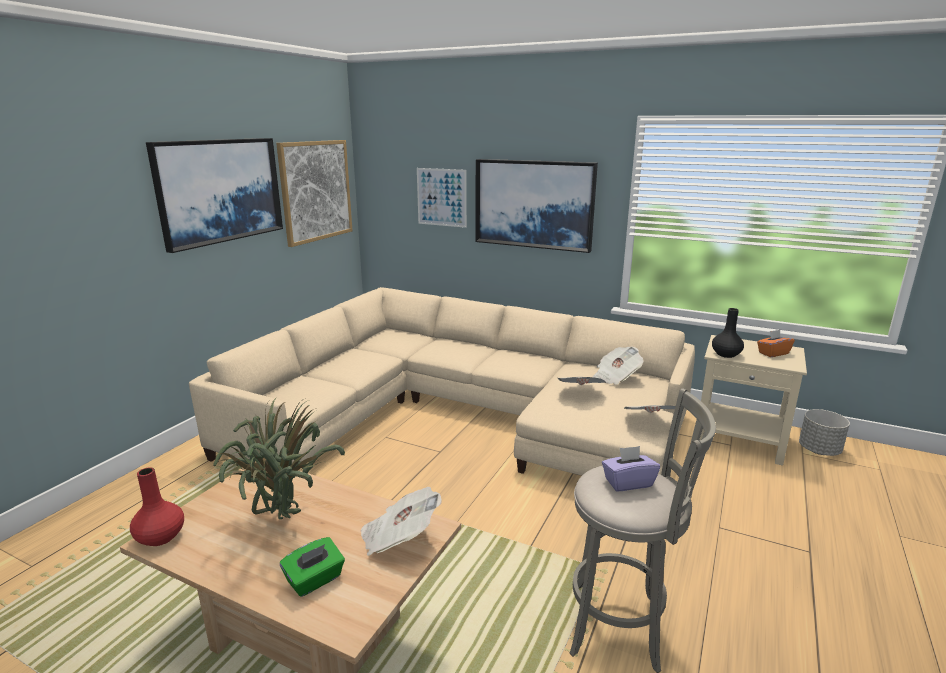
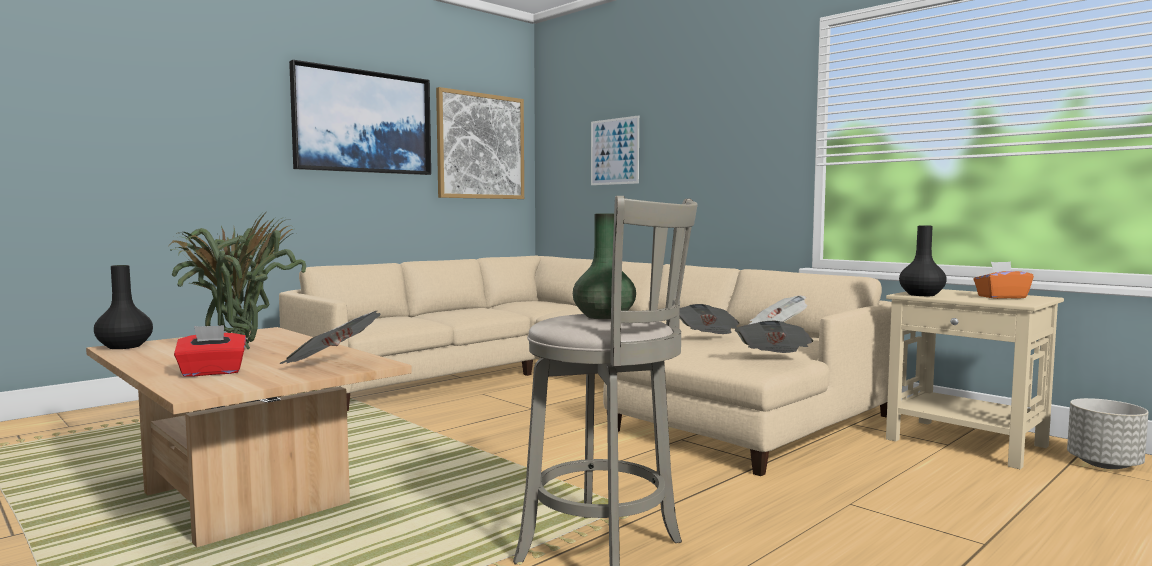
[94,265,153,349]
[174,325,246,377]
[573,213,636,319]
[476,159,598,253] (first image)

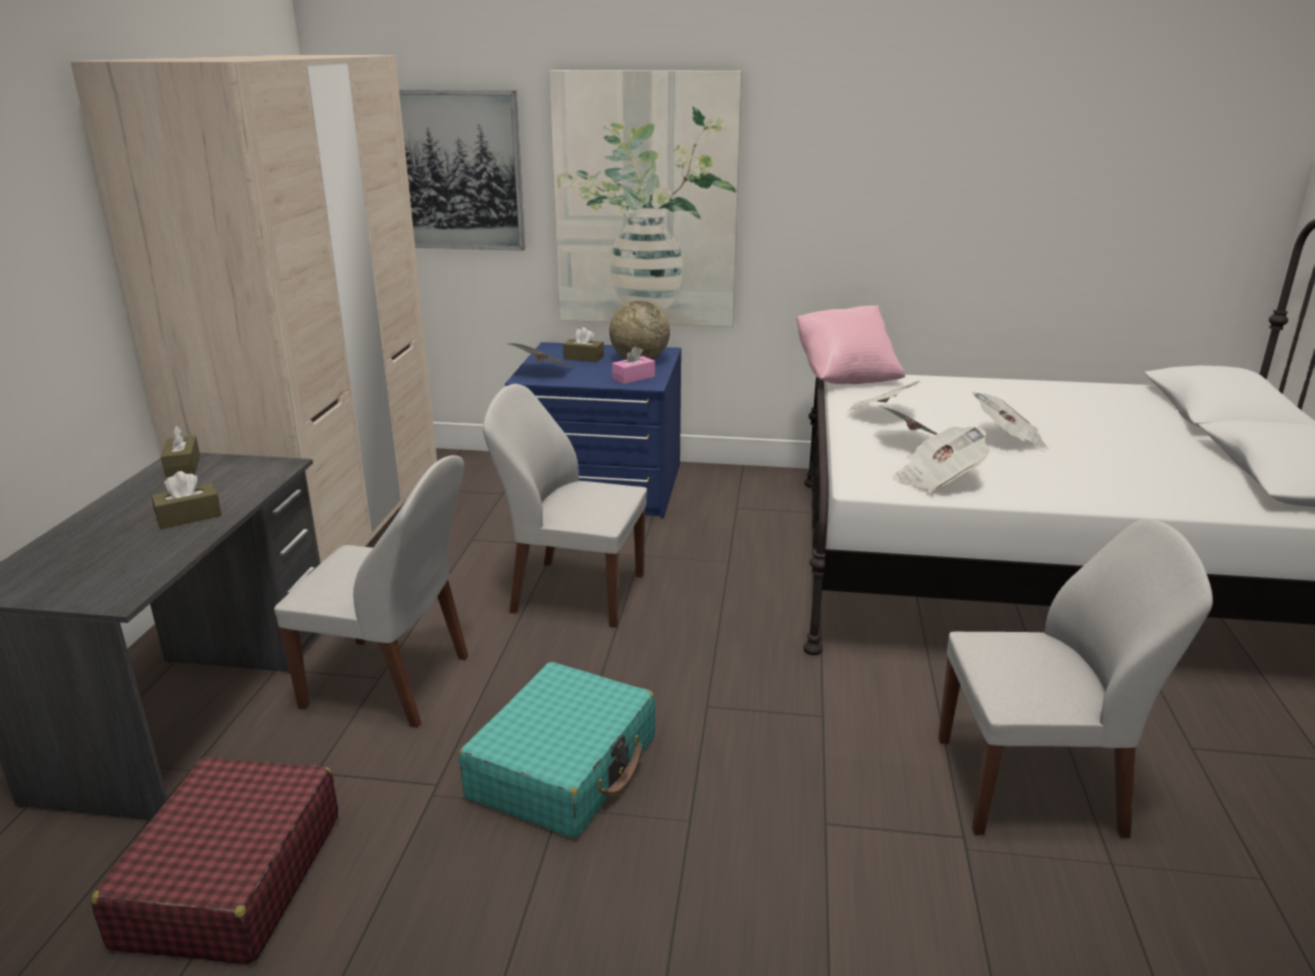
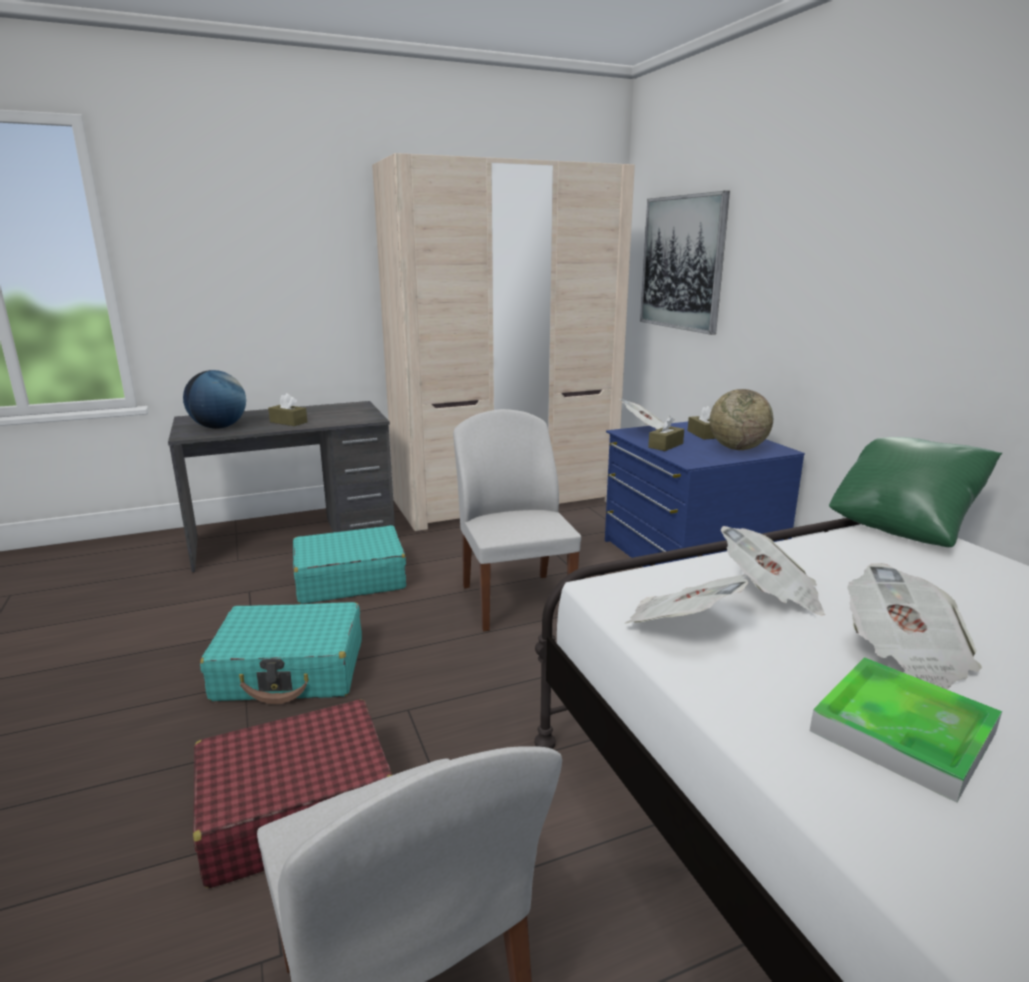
[183,370,246,429]
[193,699,392,888]
[293,525,406,604]
[648,416,684,451]
[810,657,1002,803]
[829,437,1002,547]
[549,70,742,327] (first image)
[612,346,655,384] (first image)
[846,381,921,412] (first image)

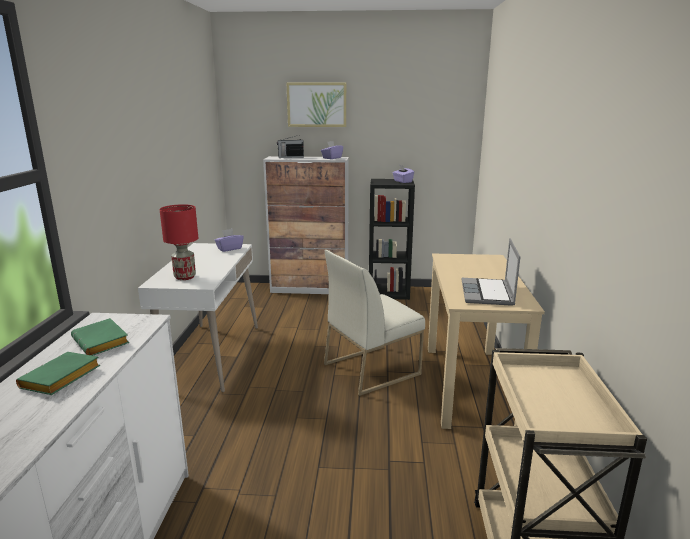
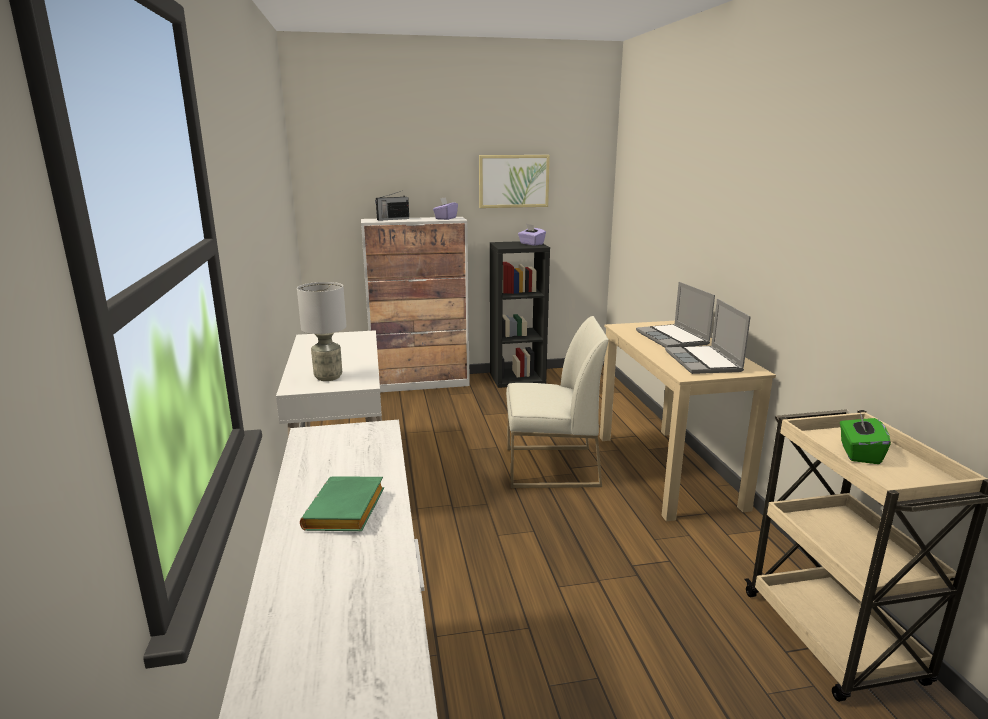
[297,282,346,381]
[479,155,550,208]
[506,316,609,488]
[636,282,715,347]
[840,410,891,464]
[71,318,129,356] (first image)
[215,229,244,252] (first image)

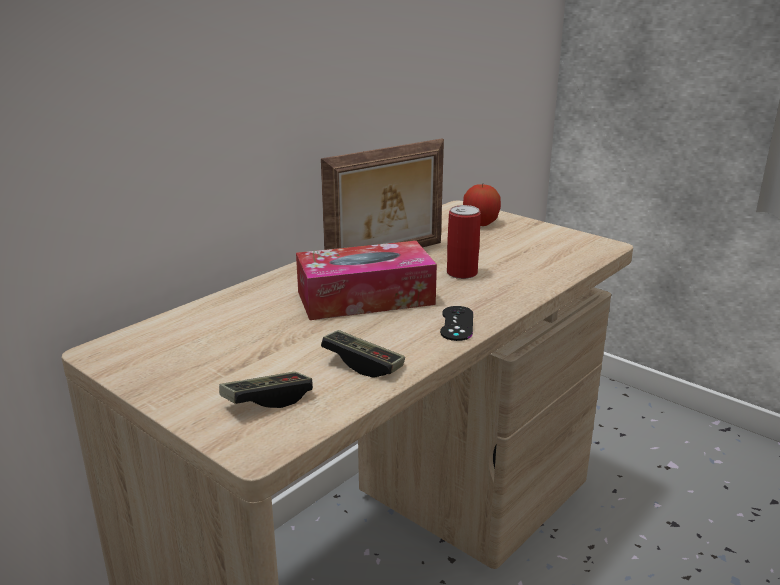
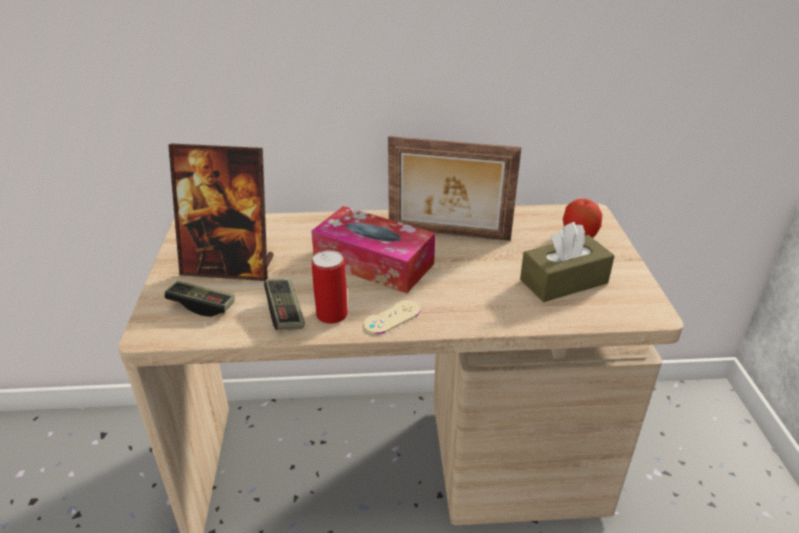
[168,143,274,281]
[312,250,348,324]
[363,300,420,334]
[520,222,615,302]

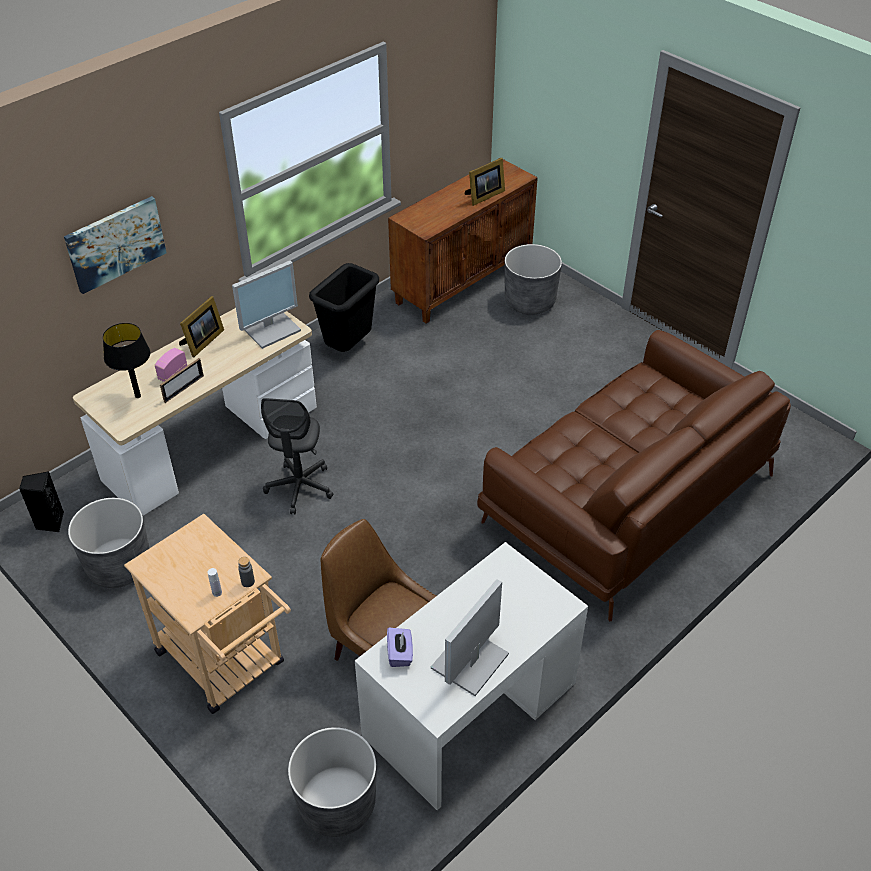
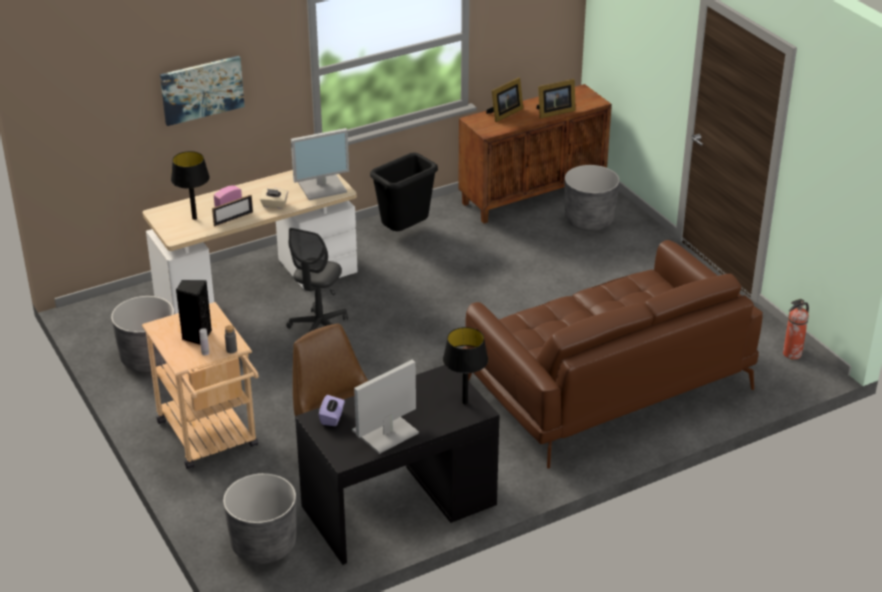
[176,280,212,345]
[260,188,288,209]
[295,365,500,565]
[443,327,488,405]
[486,77,523,122]
[783,299,809,359]

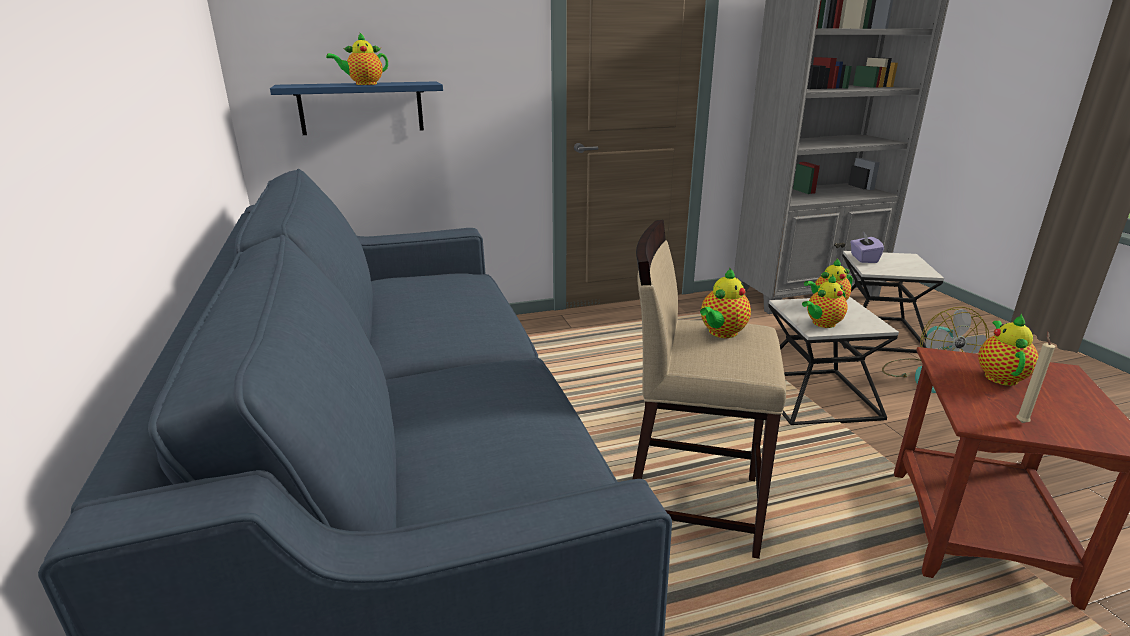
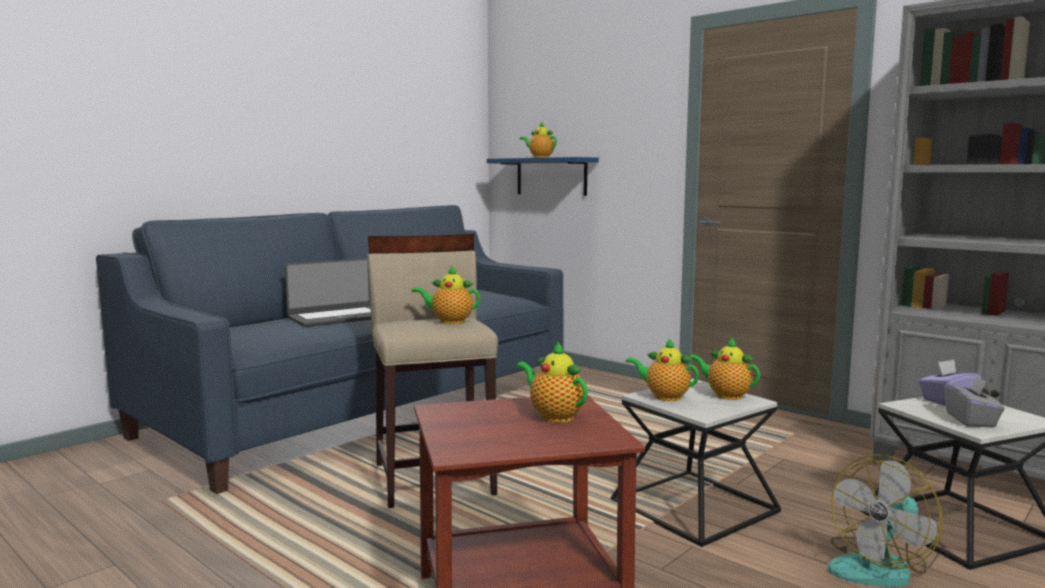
[285,258,371,327]
[517,341,588,423]
[944,376,1005,427]
[1016,332,1055,423] (first image)

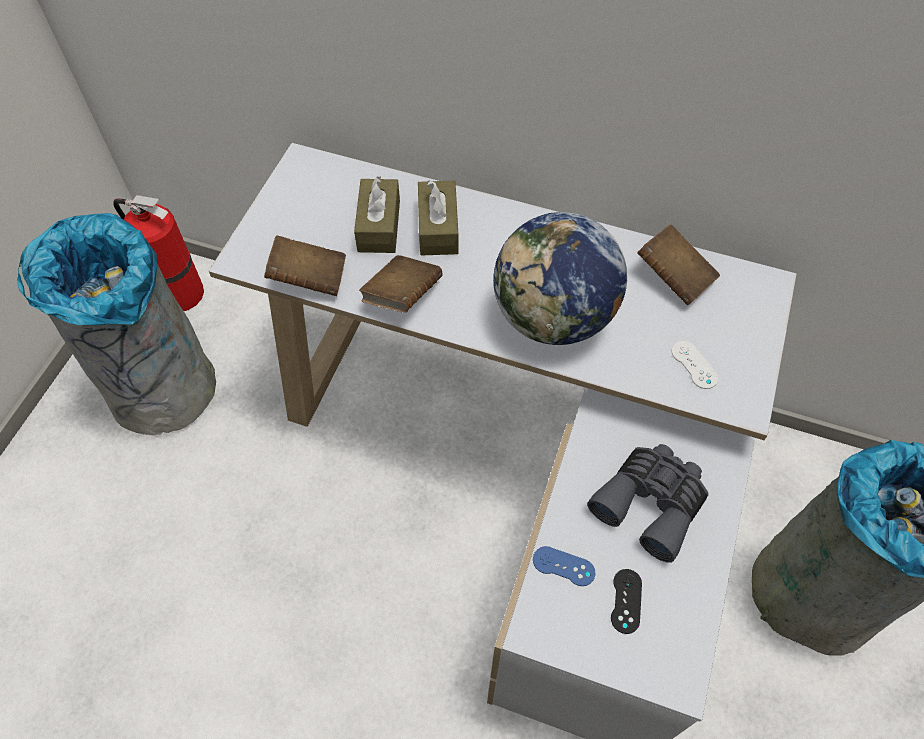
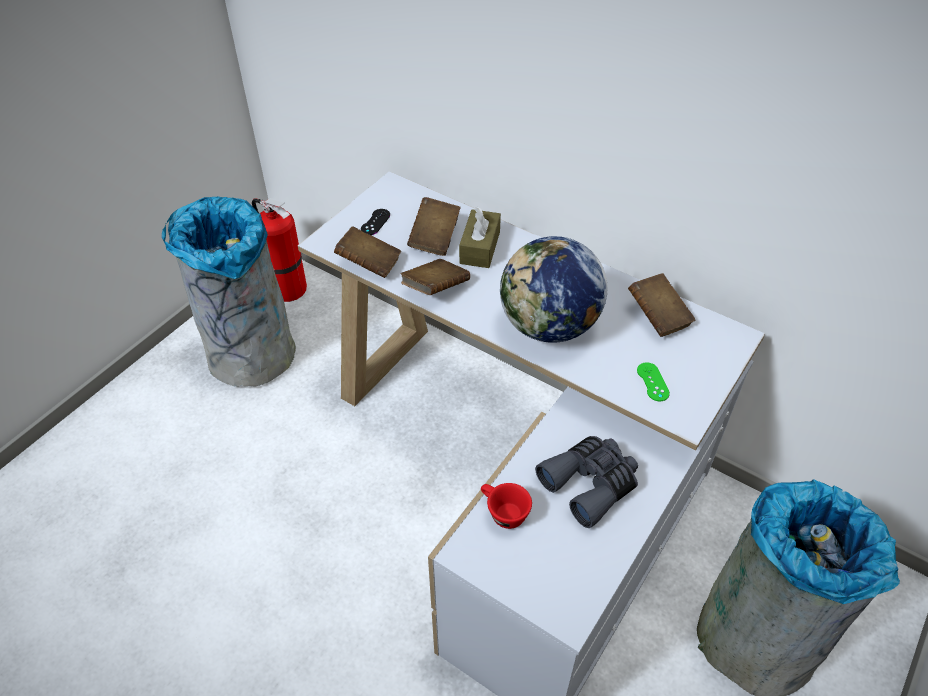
[361,209,390,235]
[407,197,461,256]
[481,483,532,529]
[637,362,670,401]

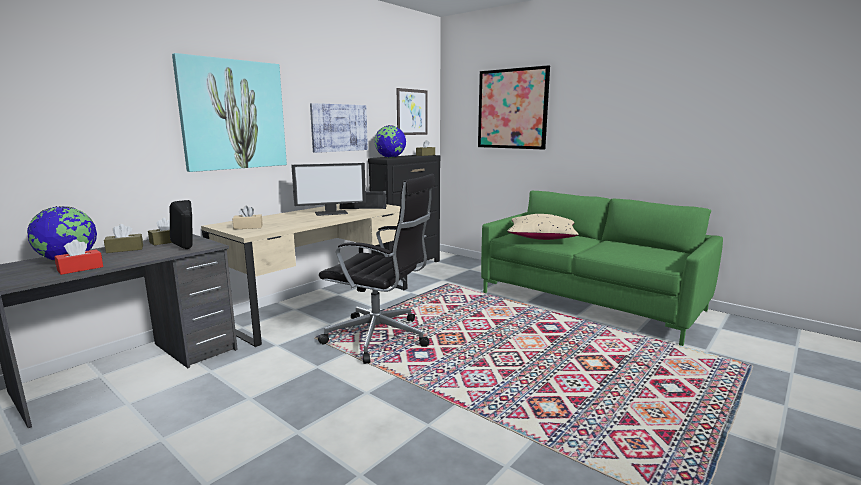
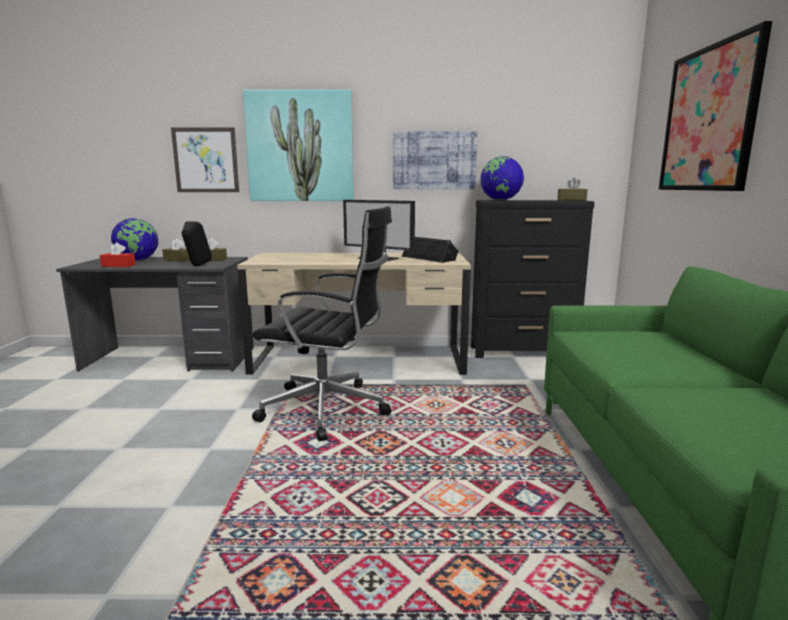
[171,127,239,192]
[252,206,392,441]
[232,206,263,230] (first image)
[508,214,579,240] (first image)

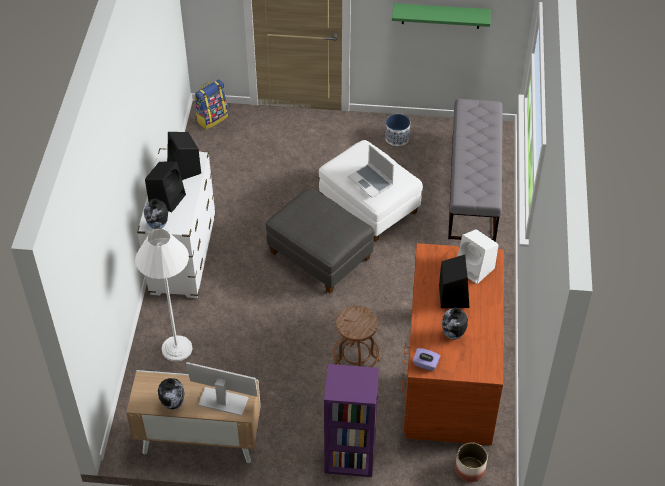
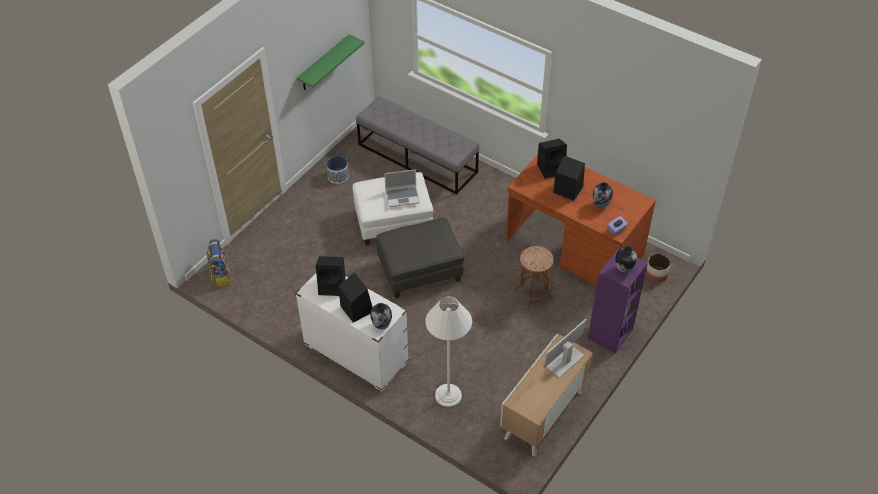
[537,139,567,179]
[616,246,637,273]

